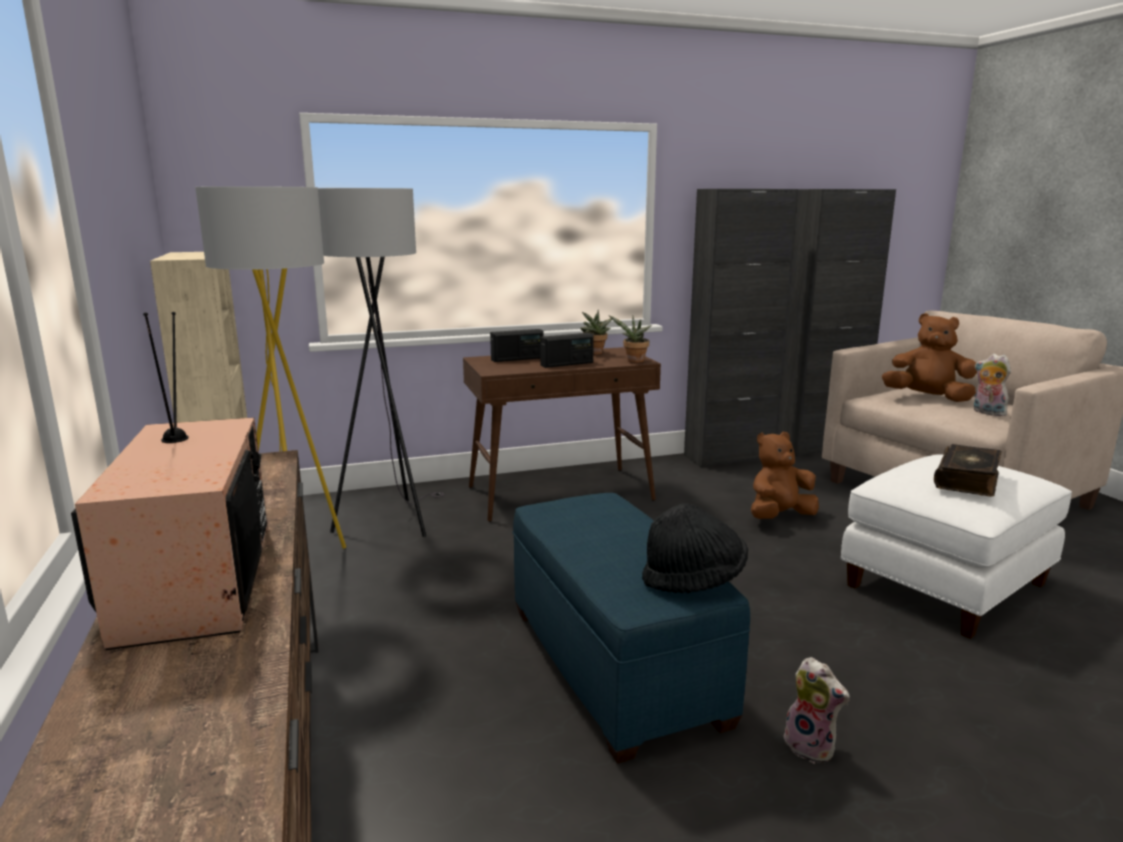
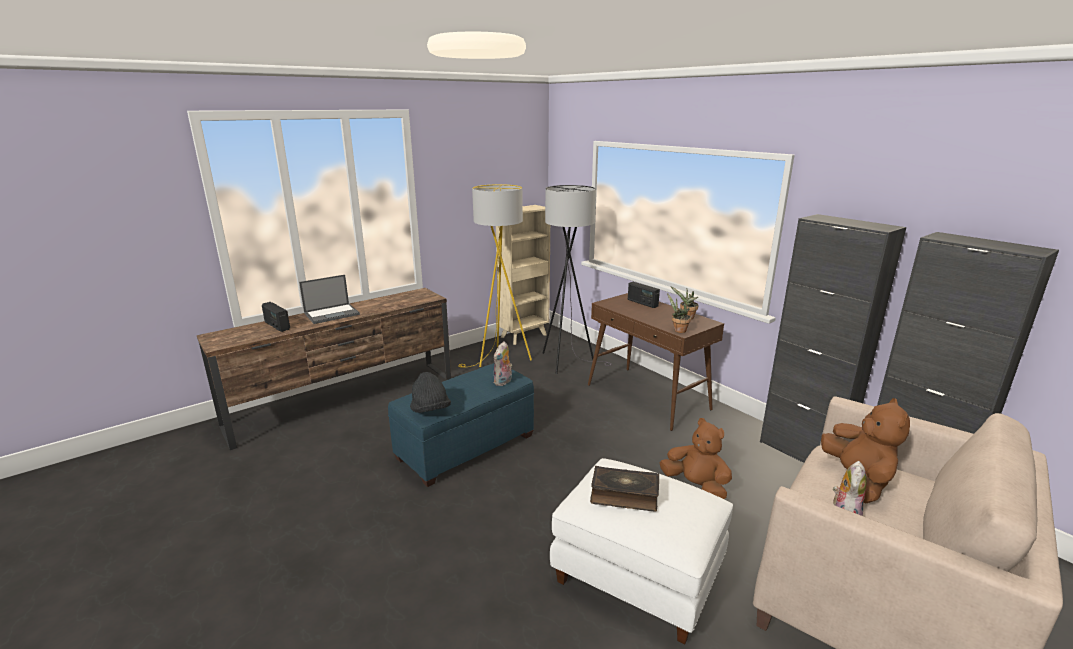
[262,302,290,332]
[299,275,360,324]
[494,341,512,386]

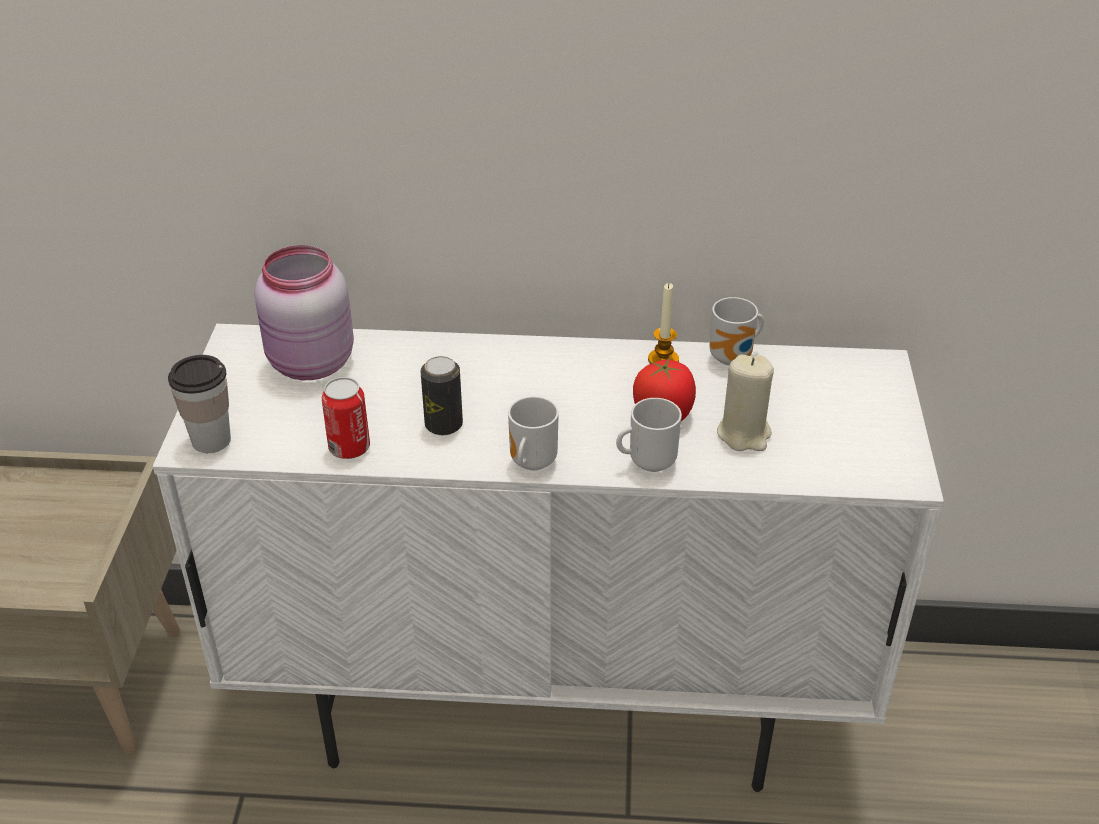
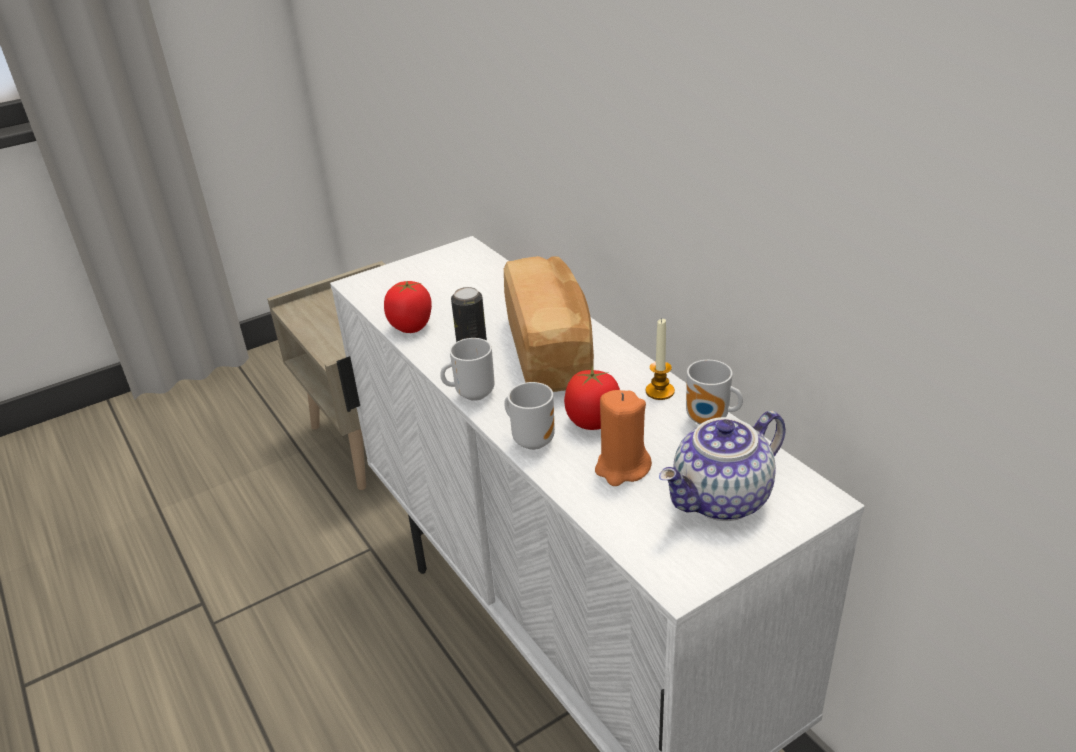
[384,281,432,333]
[504,256,594,392]
[595,390,652,486]
[659,411,786,521]
[168,355,231,453] (first image)
[254,245,354,380] (first image)

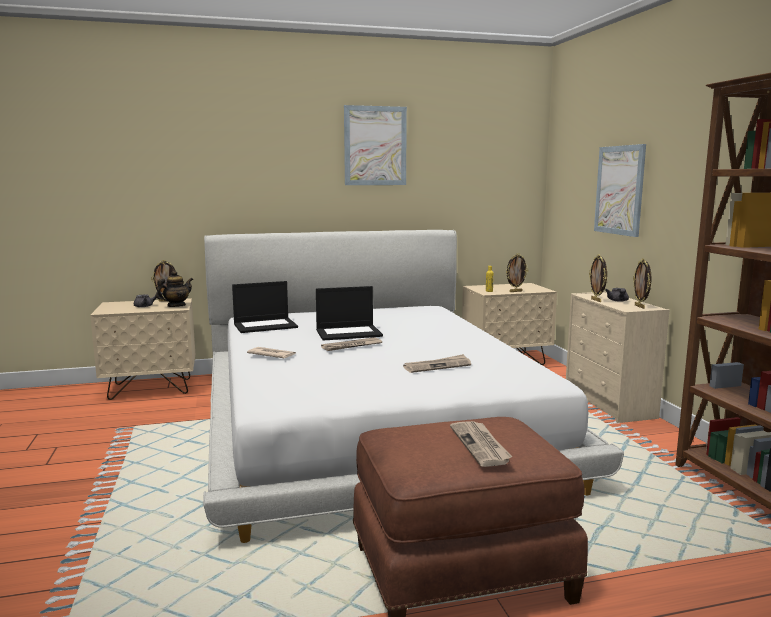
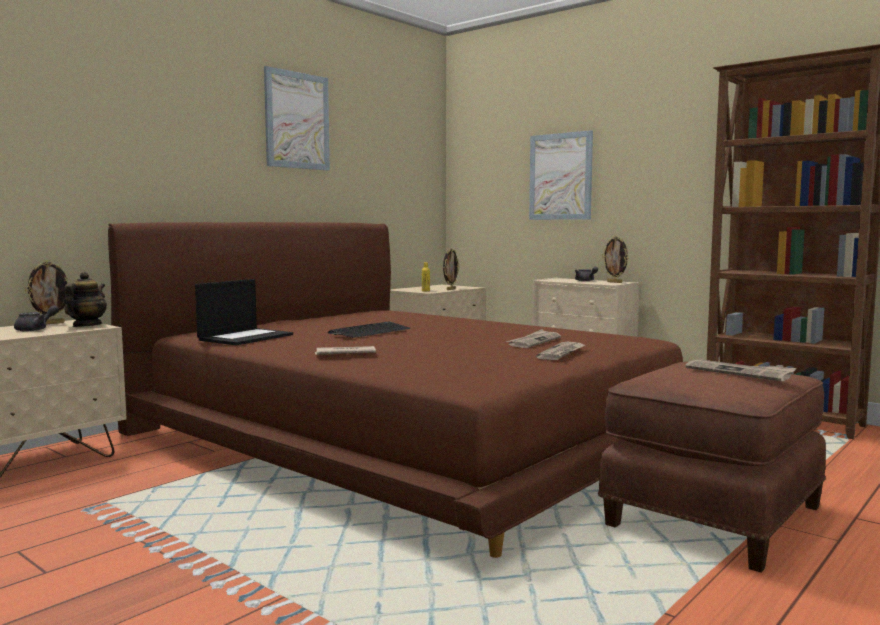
[108,222,683,558]
[328,322,410,338]
[536,342,585,360]
[589,255,607,302] (first image)

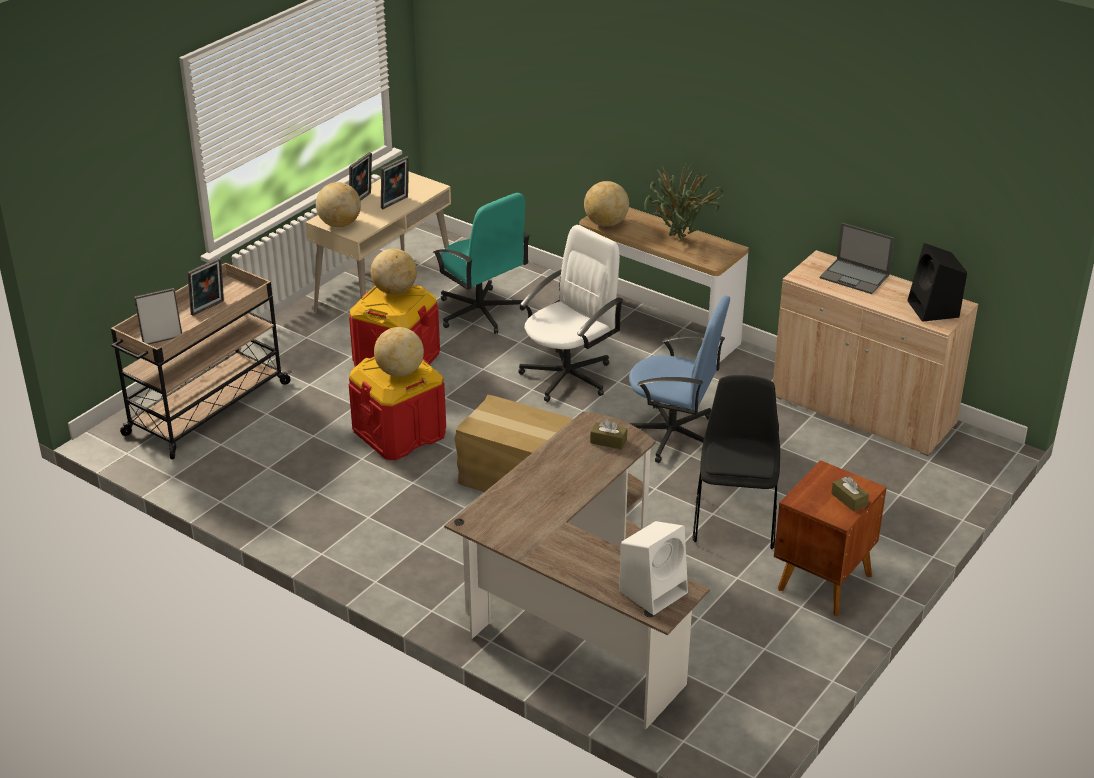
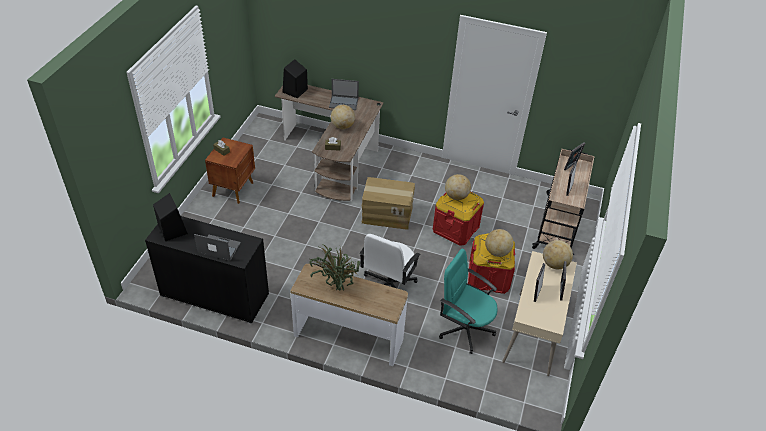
[145,216,269,324]
[282,59,308,98]
[329,79,359,110]
[331,105,355,129]
[629,296,730,463] (first image)
[692,375,780,549] (first image)

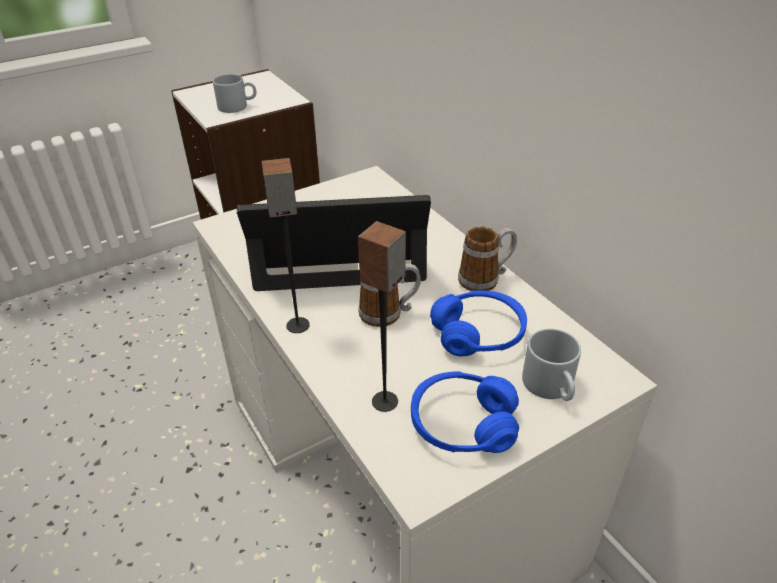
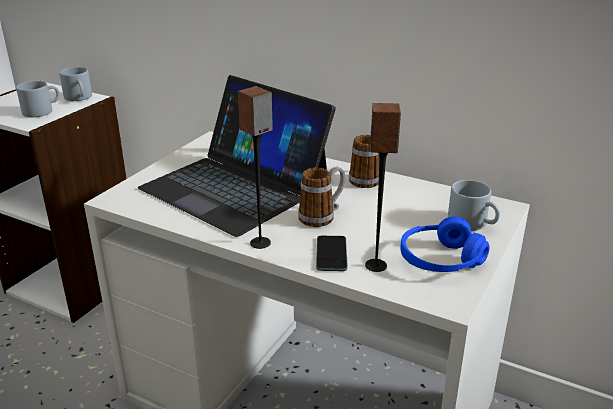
[59,67,92,101]
[138,75,336,237]
[316,236,347,271]
[430,290,527,356] (first image)

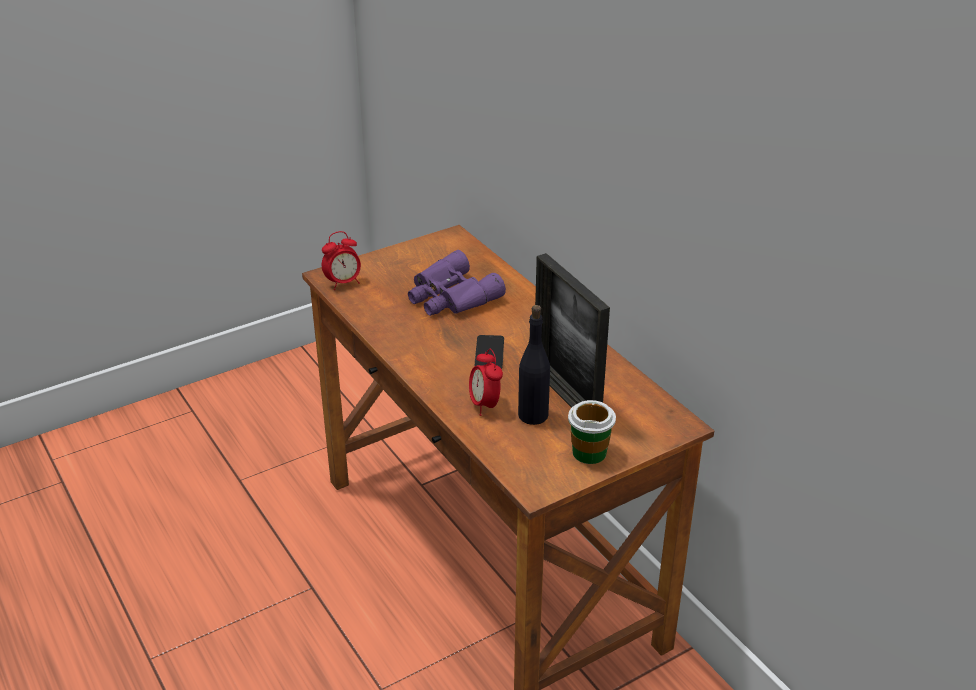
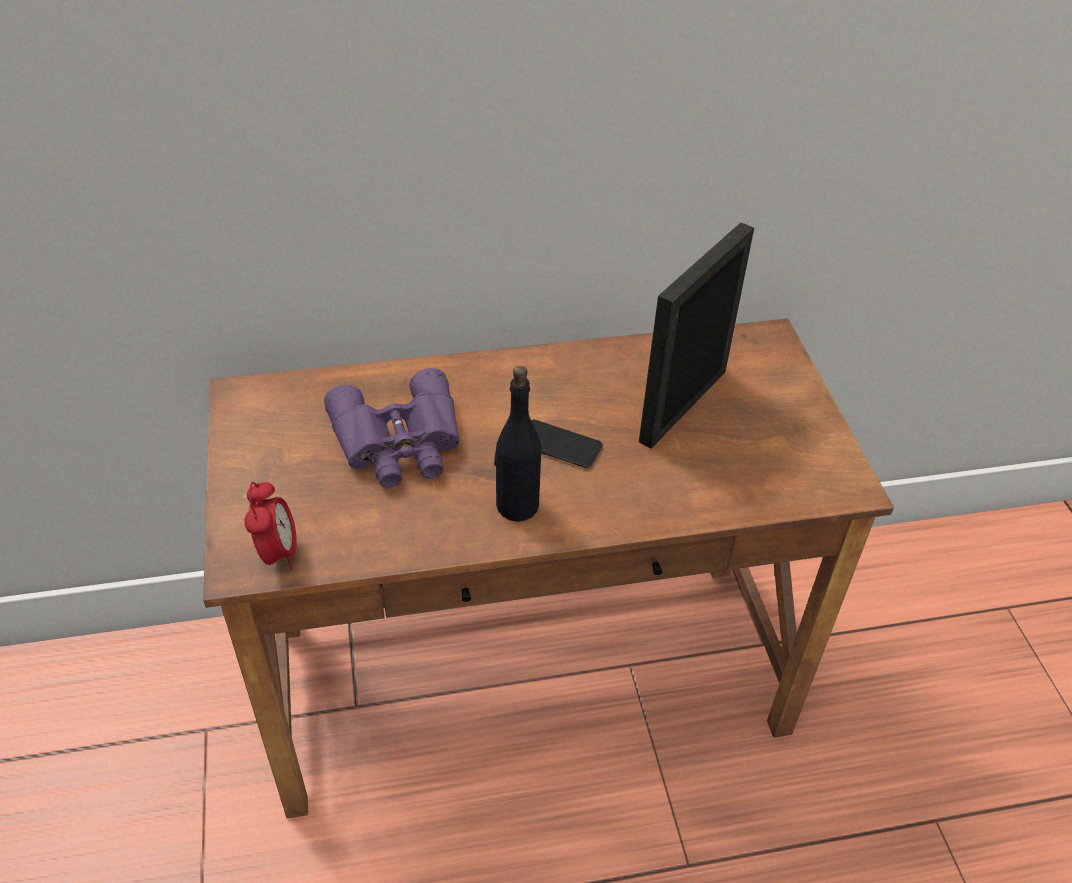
[494,366,541,522]
[639,222,754,449]
[469,349,503,416] (first image)
[568,400,616,464] (first image)

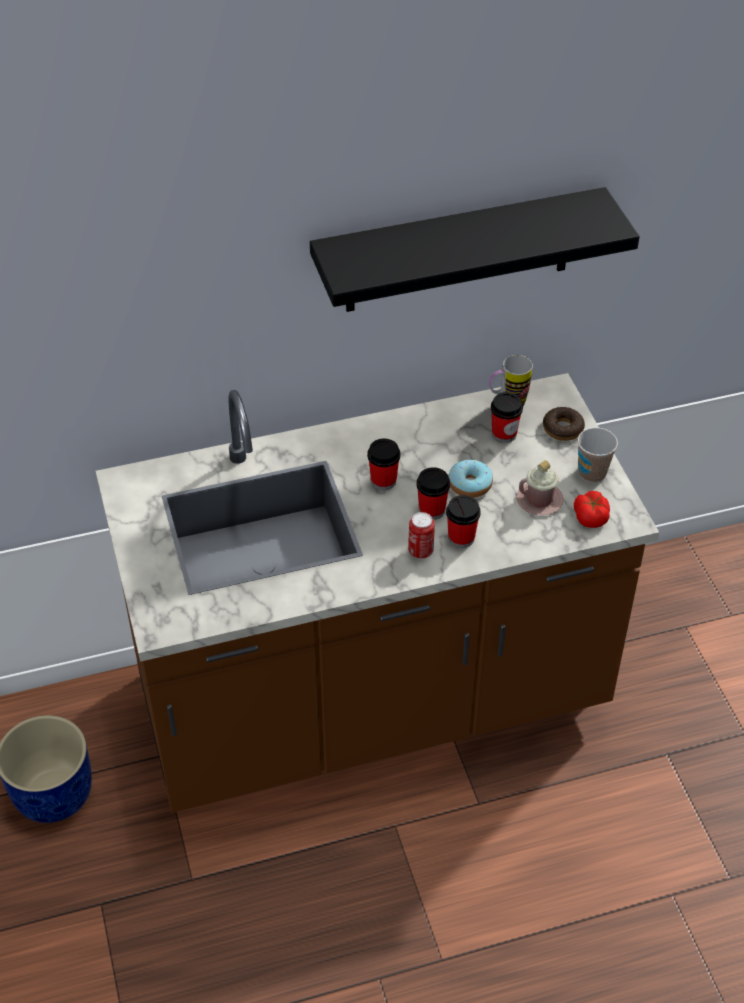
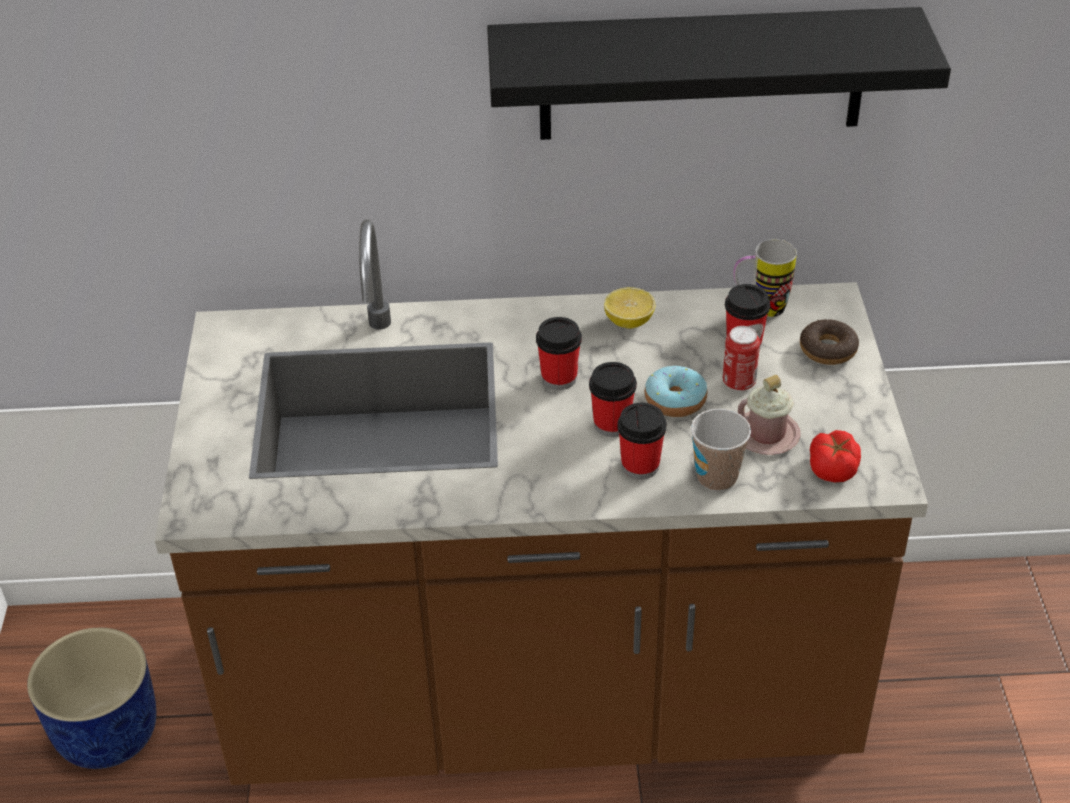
[604,287,655,329]
[691,409,751,491]
[723,326,760,391]

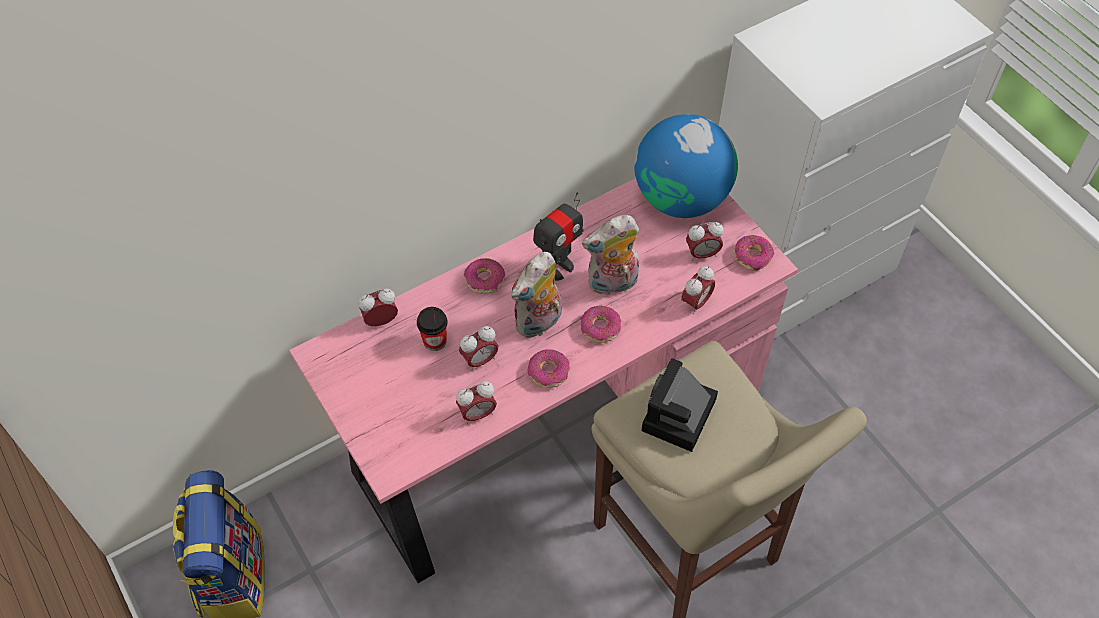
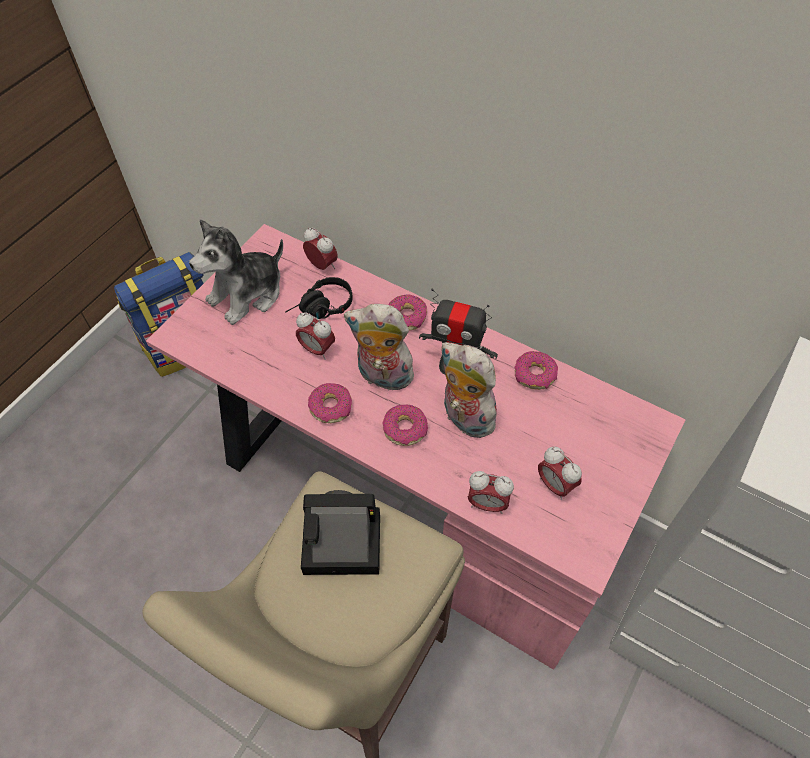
[189,219,283,325]
[285,277,352,319]
[514,351,558,390]
[456,381,497,424] (first image)
[634,114,738,218] (first image)

